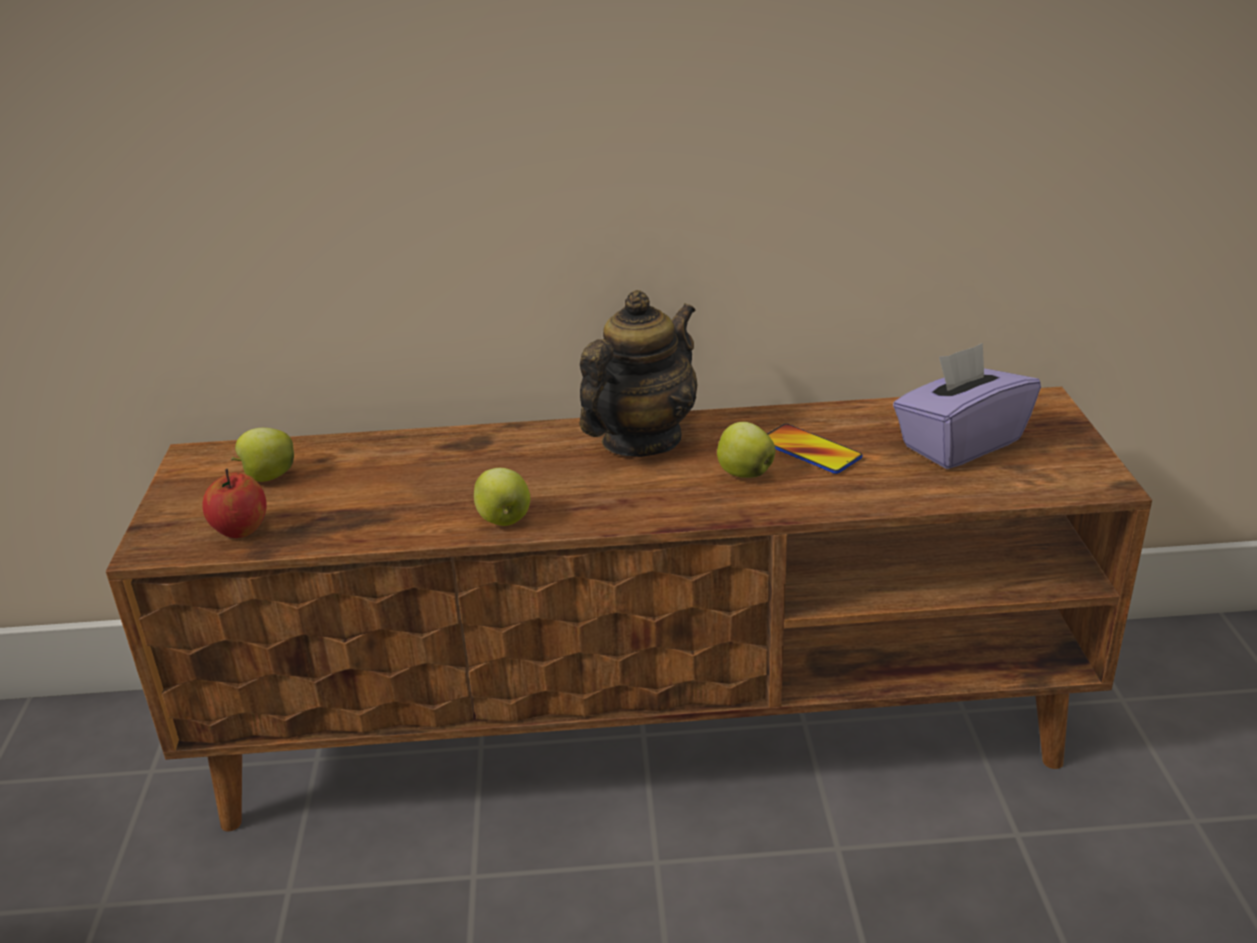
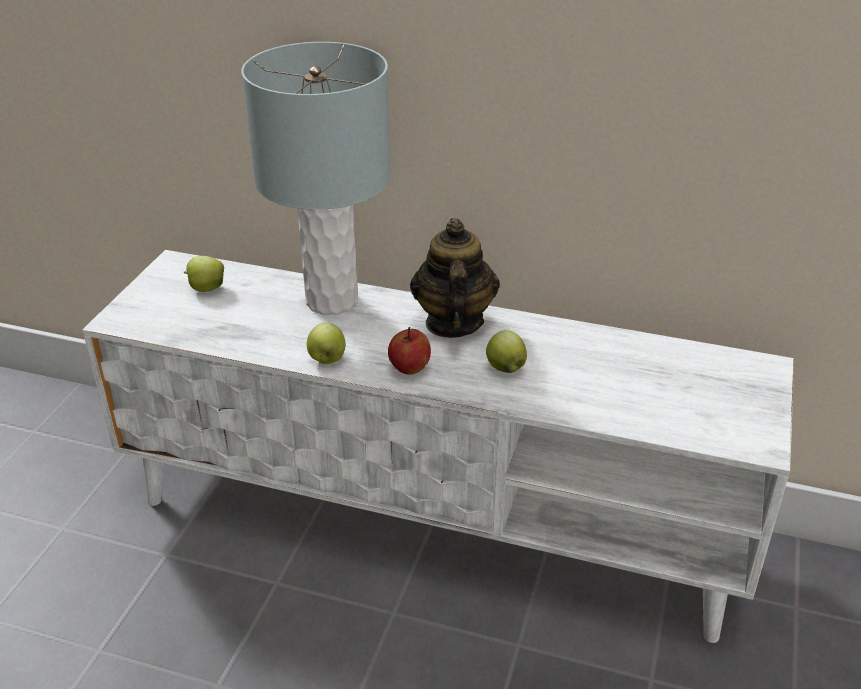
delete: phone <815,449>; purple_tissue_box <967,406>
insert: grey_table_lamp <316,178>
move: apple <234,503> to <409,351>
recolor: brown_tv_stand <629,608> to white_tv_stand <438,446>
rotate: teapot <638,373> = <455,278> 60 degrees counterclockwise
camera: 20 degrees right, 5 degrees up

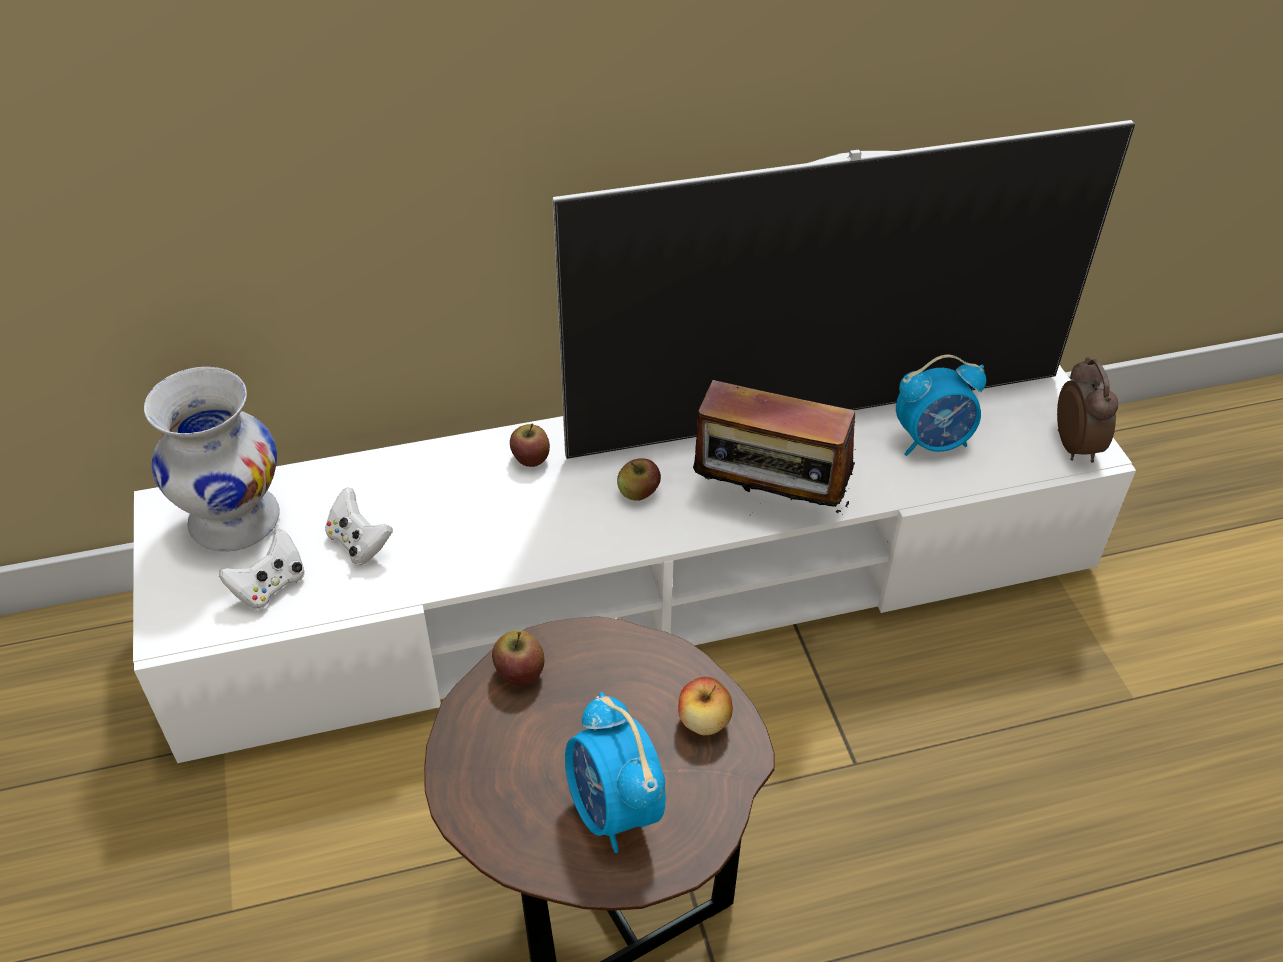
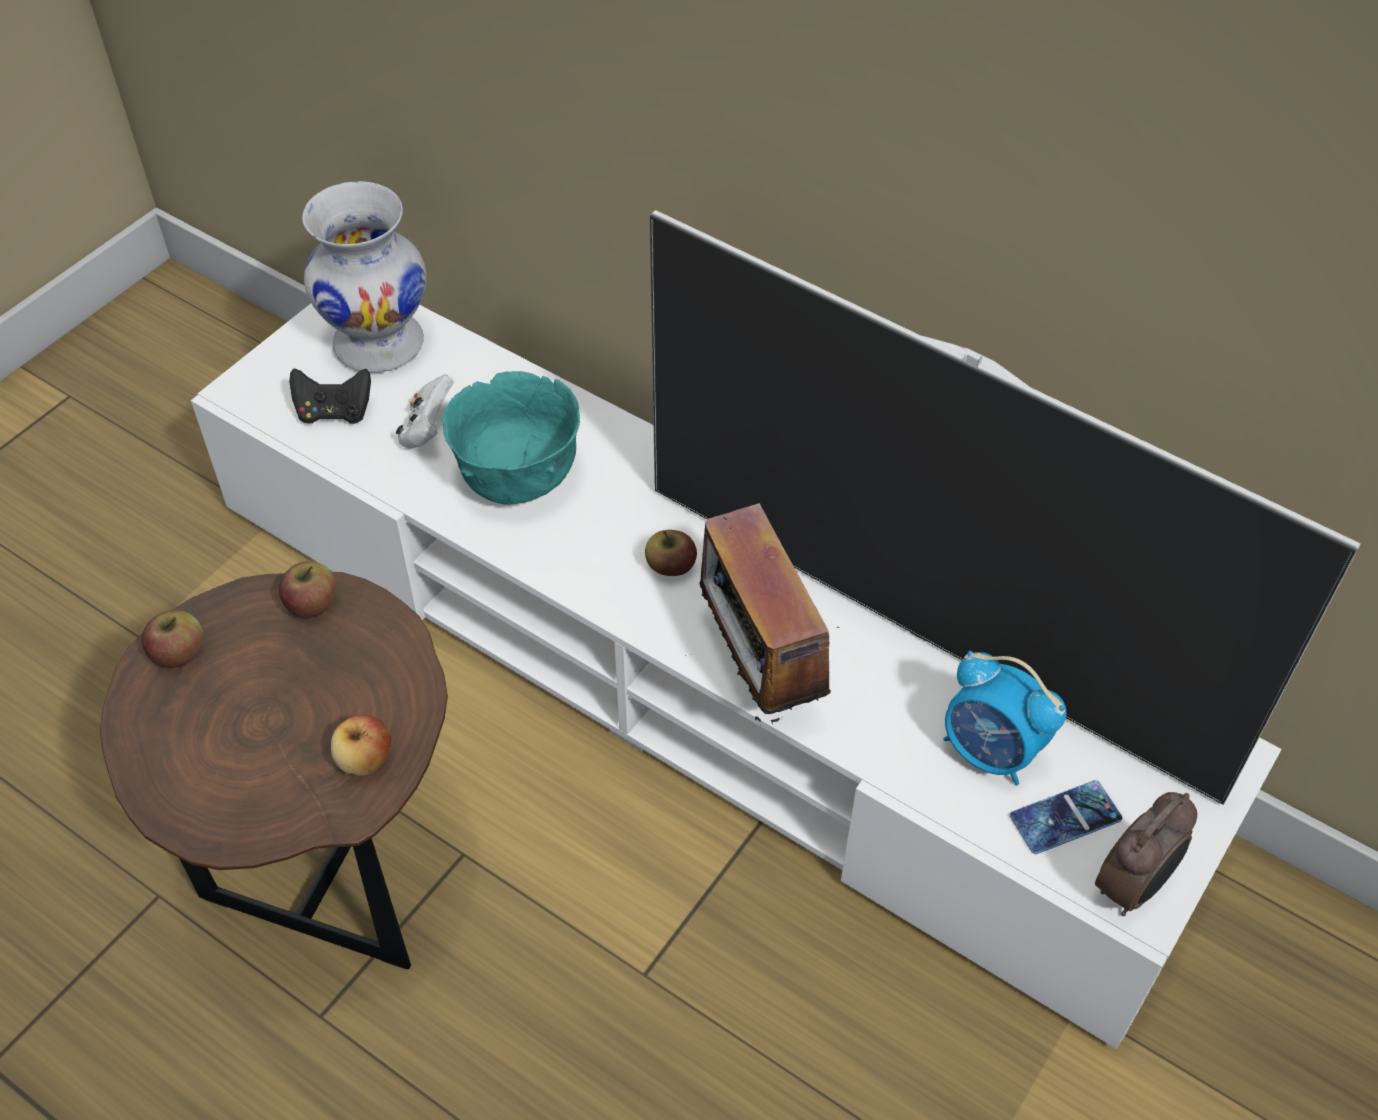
delete: alarm_clock <615,772>
insert: turquoise_bowl <511,438>; phone <1066,817>
move: apple <530,445> to <172,639>
recolor: white_game_controller <262,569> to black_game_controller <330,396>
camera: 50 degrees right, 5 degrees up

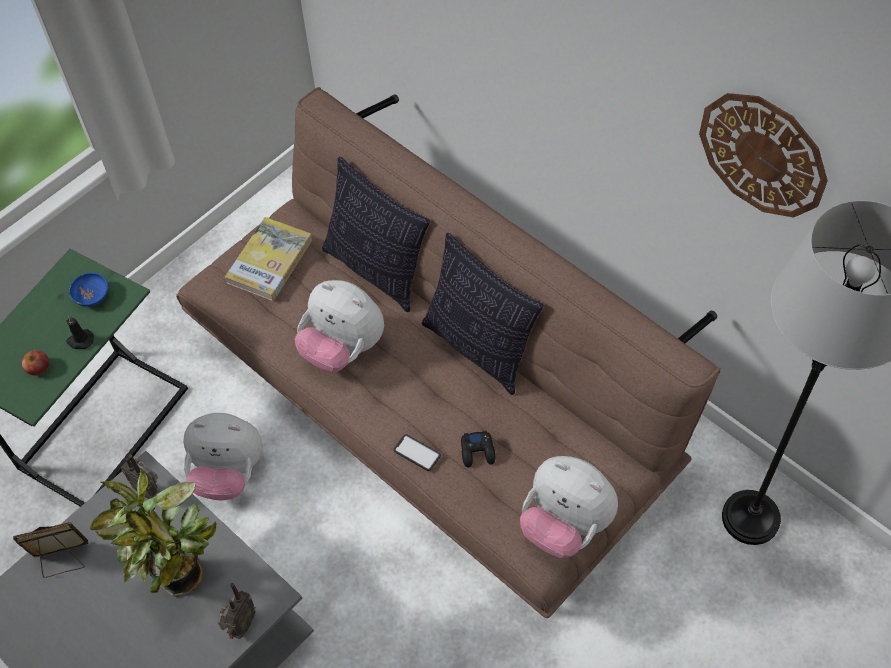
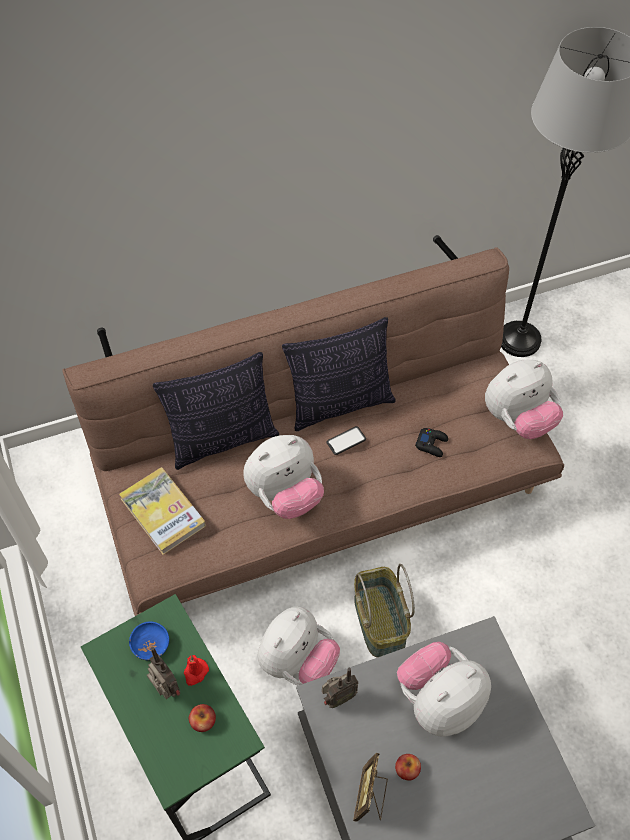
delete: wall_clock <763,155>
insert: basket <384,611>; apple <408,767>
move: radio <236,611> to <163,673>; phone <417,452> to <346,440>
replace: potted_plant <153,532> to plush_toy <444,689>
recolor: black_candle <80,332> to red_candle <196,670>
camera: 65 degrees left, 0 degrees up

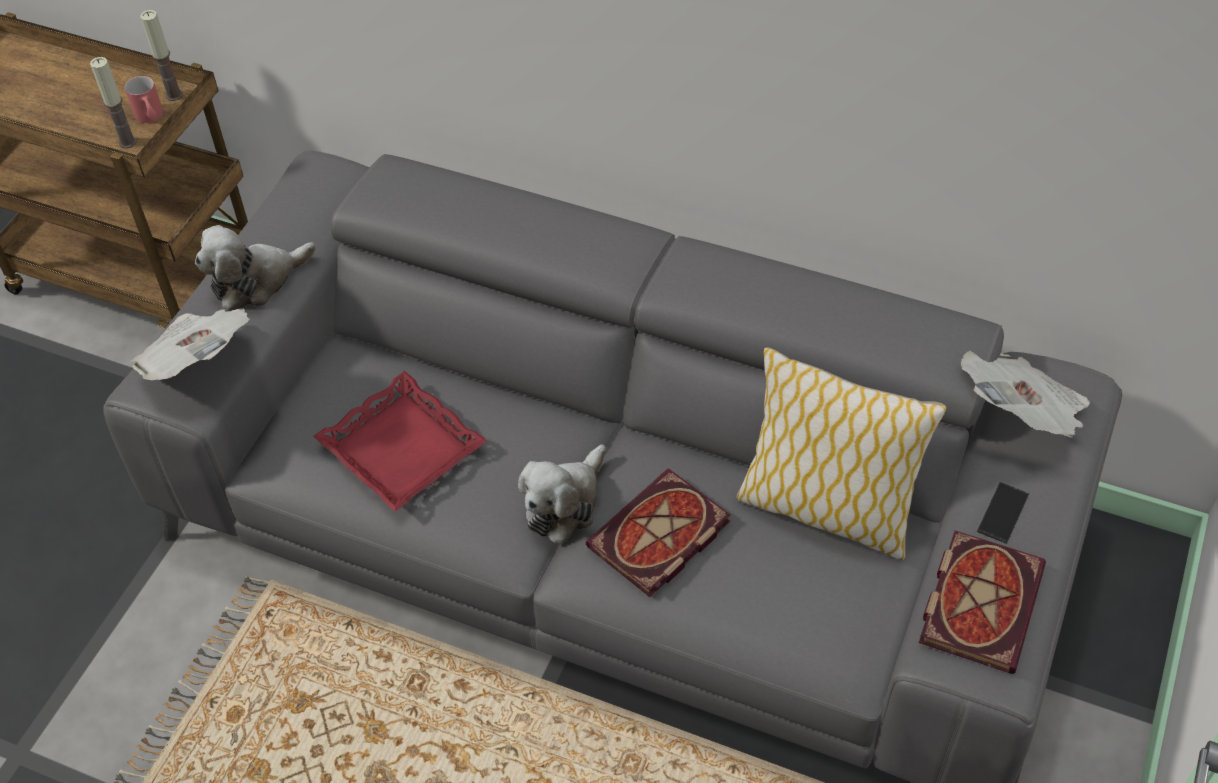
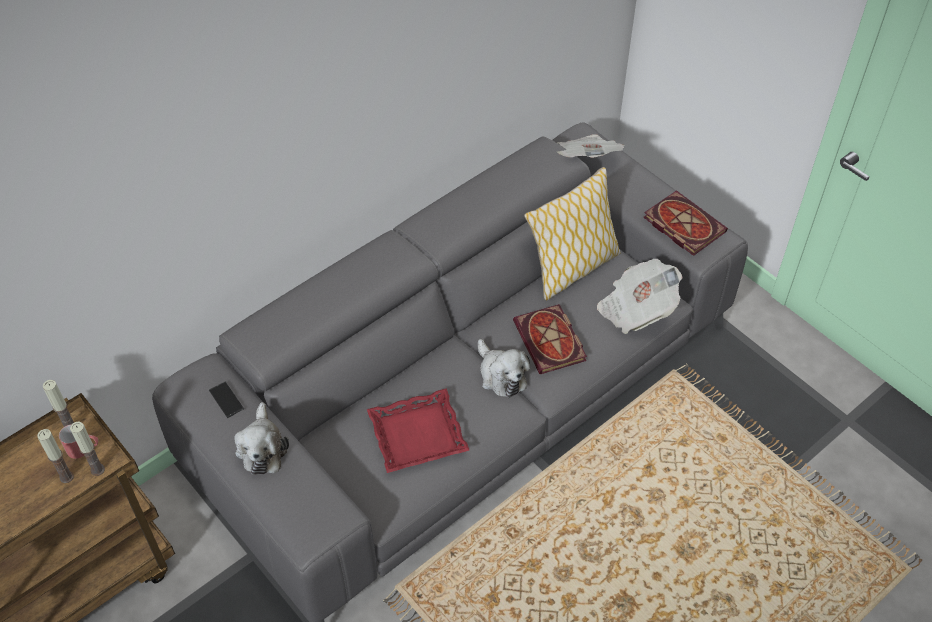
insert: candle <55,456>
move: newspaper <190,344> to <639,296>; phone <1003,513> to <226,399>
camera: 65 degrees left, 0 degrees up

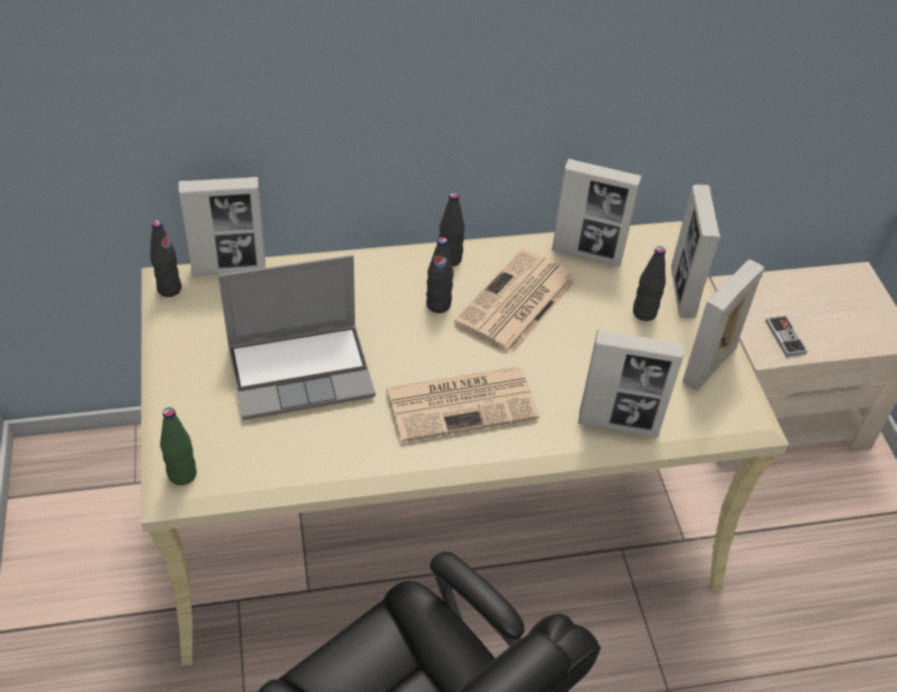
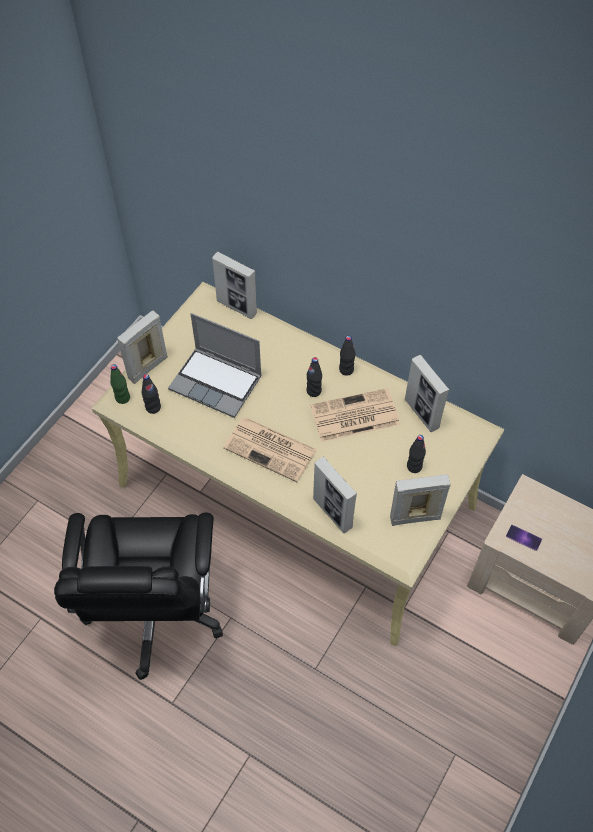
move: black_bottle <166,258> to <151,394>; picture_frame <695,251> to <142,347>
replace: game_controller <786,336> to phone <524,538>
camera: 45 degrees right, 10 degrees up

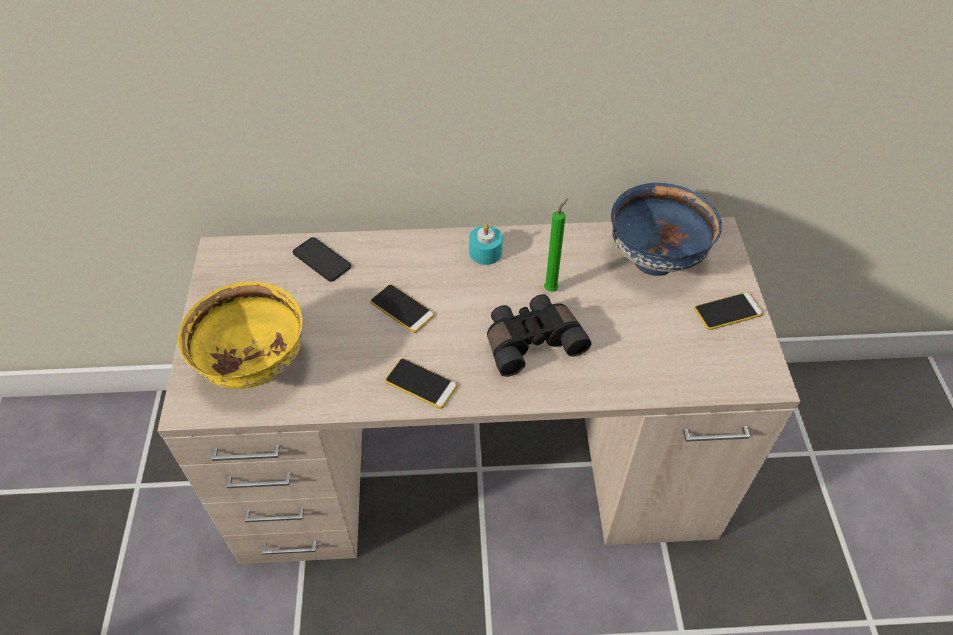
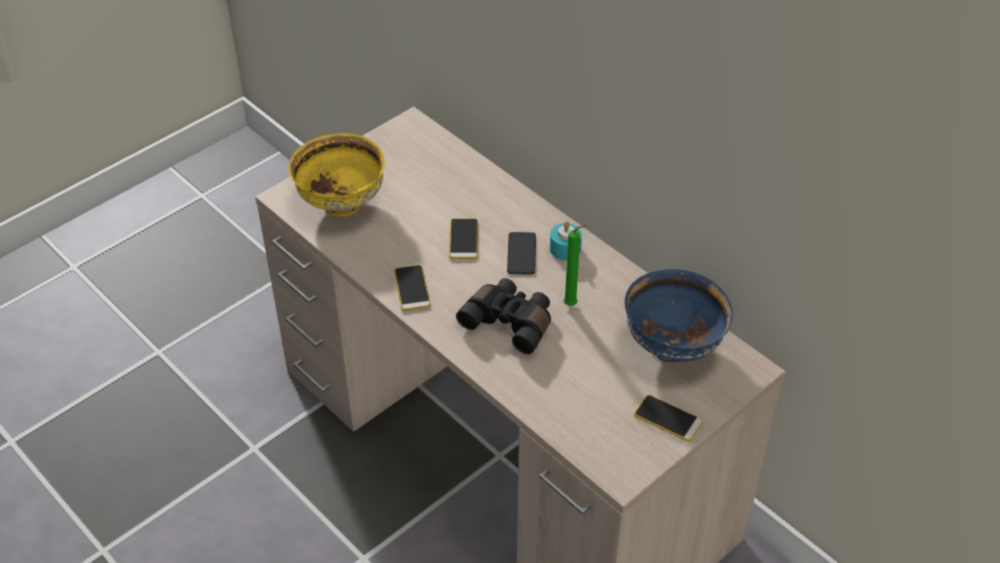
move: phone <322,259> to <521,253>
camera: 50 degrees right, 5 degrees down

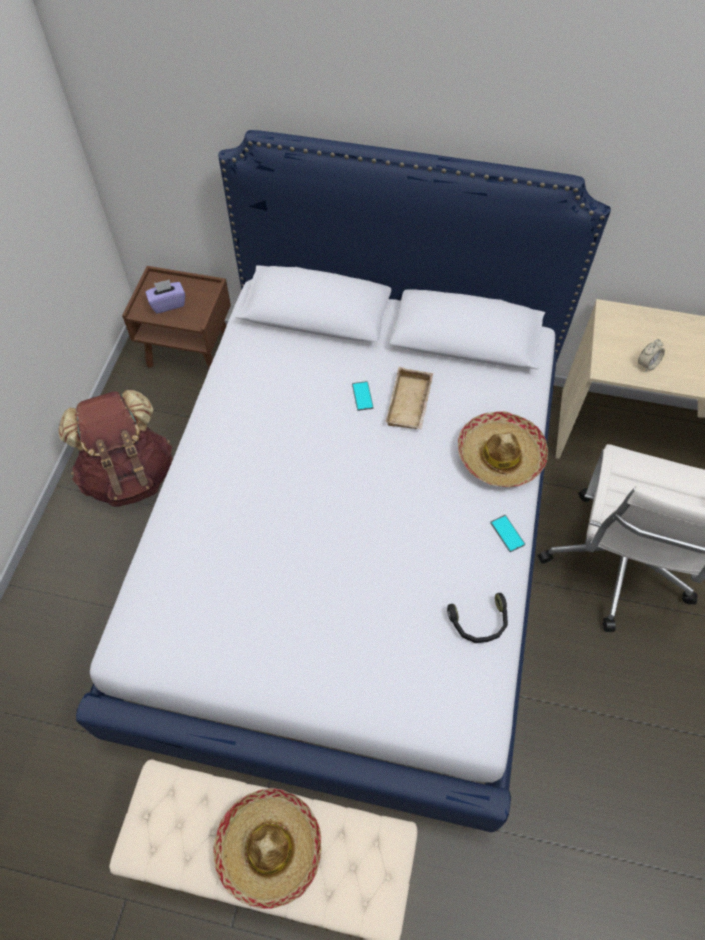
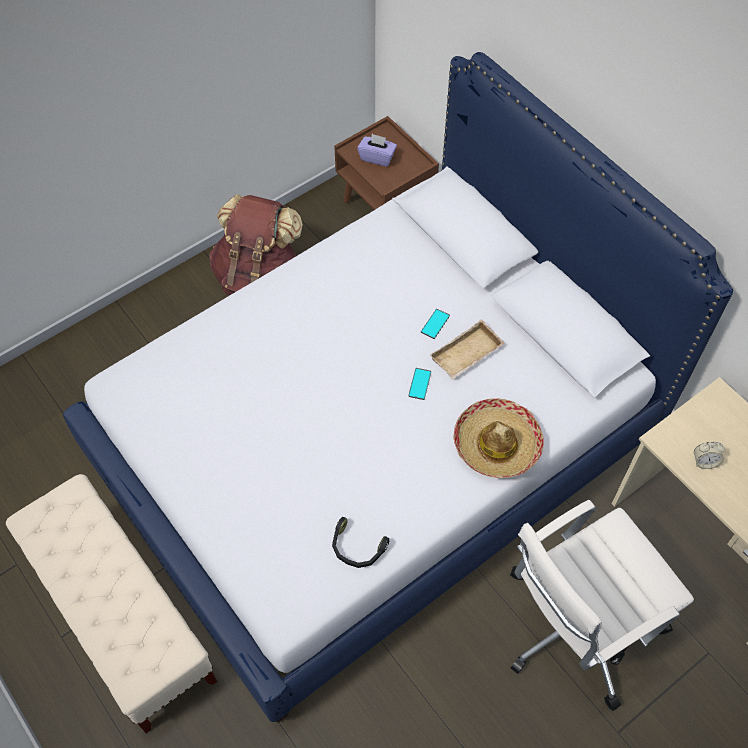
delete: hat <267,848>
move: phone <507,533> to <419,384>
camera: 40 degrees right, 0 degrees up

